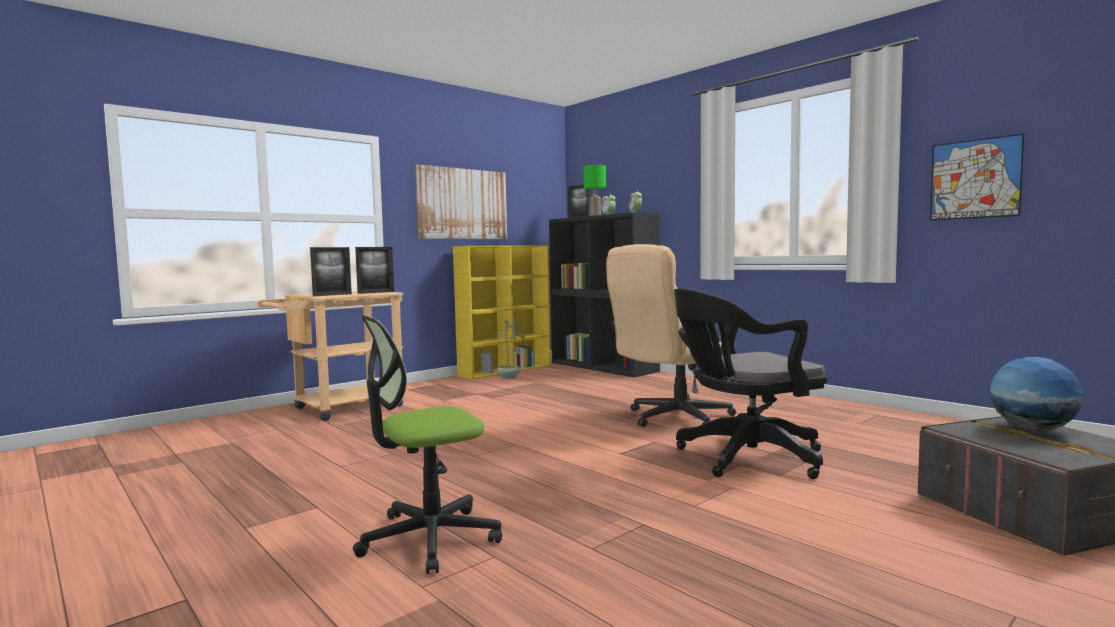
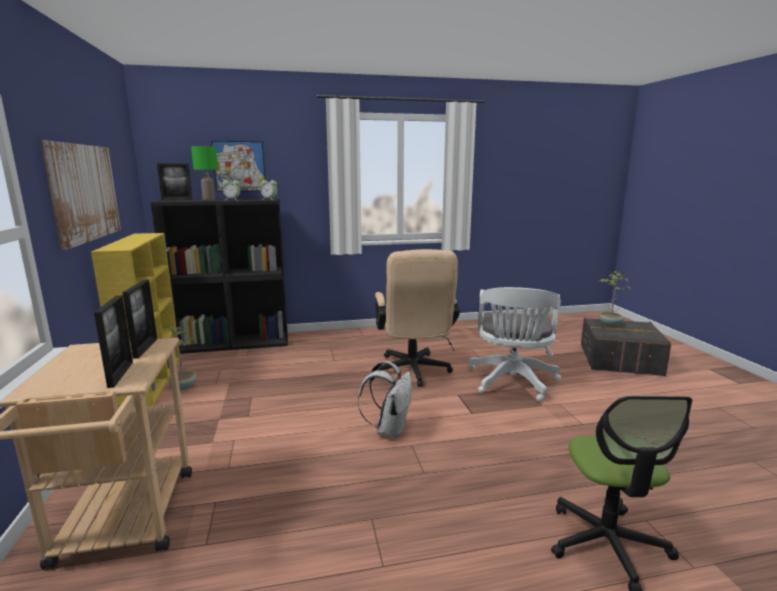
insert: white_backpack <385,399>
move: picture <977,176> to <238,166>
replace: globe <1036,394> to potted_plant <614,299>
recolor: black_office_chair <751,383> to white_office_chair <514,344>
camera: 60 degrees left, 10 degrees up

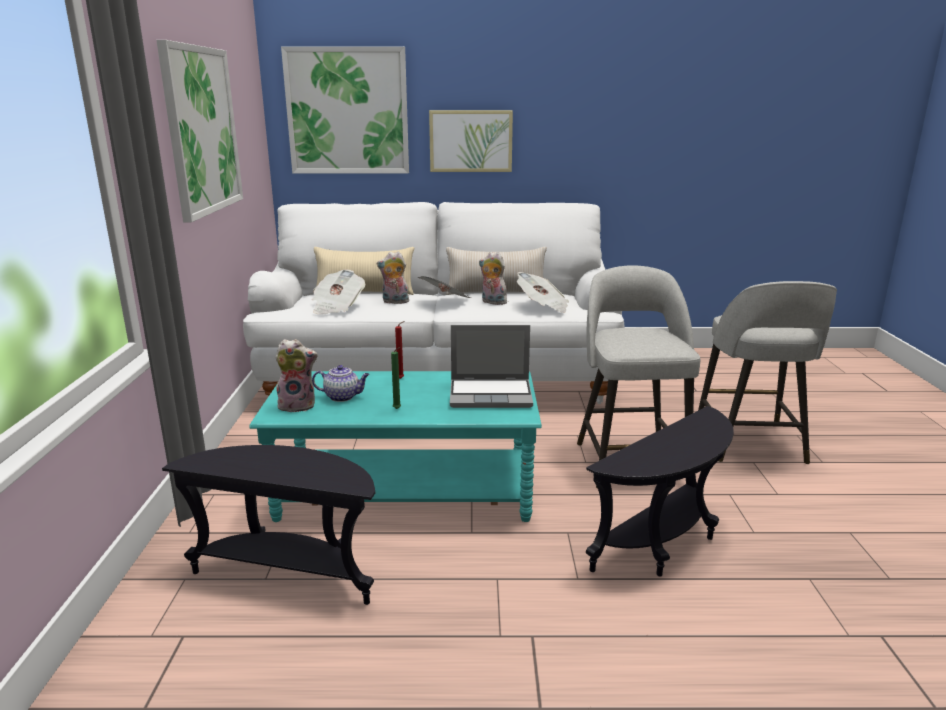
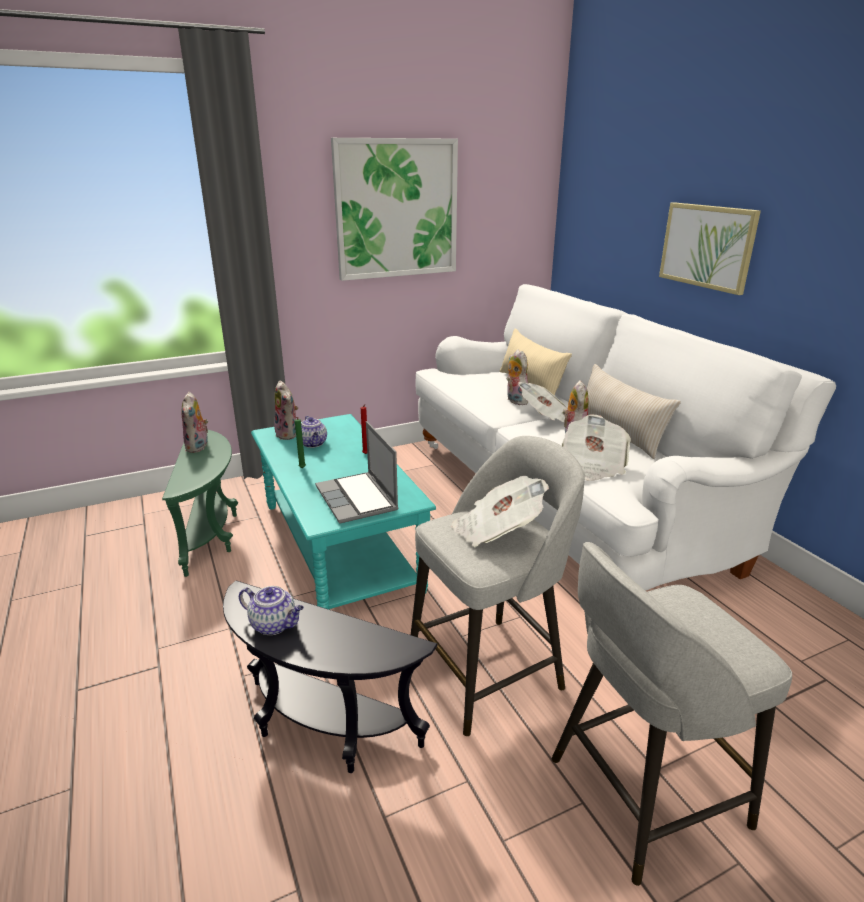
delete: picture <345,110>
insert: plush_toy <195,422>; teapot <271,610>
move: newspaper <338,291> to <500,511>
recolor: black_side_table <268,525> to green_side_table <200,503>
camera: 65 degrees right, 5 degrees up

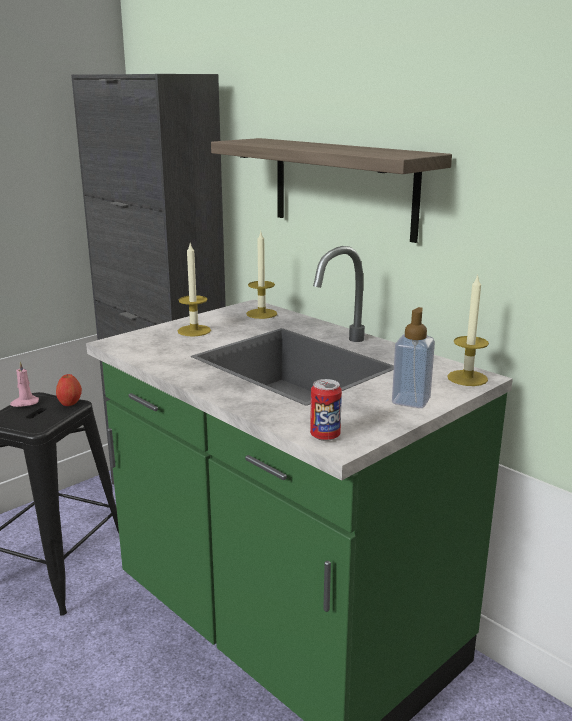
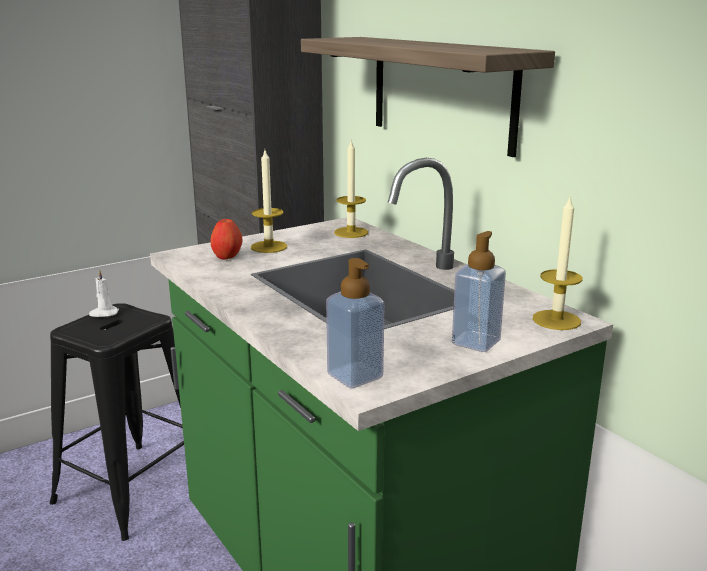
move: apple <69,390> to <226,239>
replace: can <326,410> to soap_dispenser <355,323>
recolor: pink_candle <24,384> to white_candle <104,293>
camera: 10 degrees right, 0 degrees up

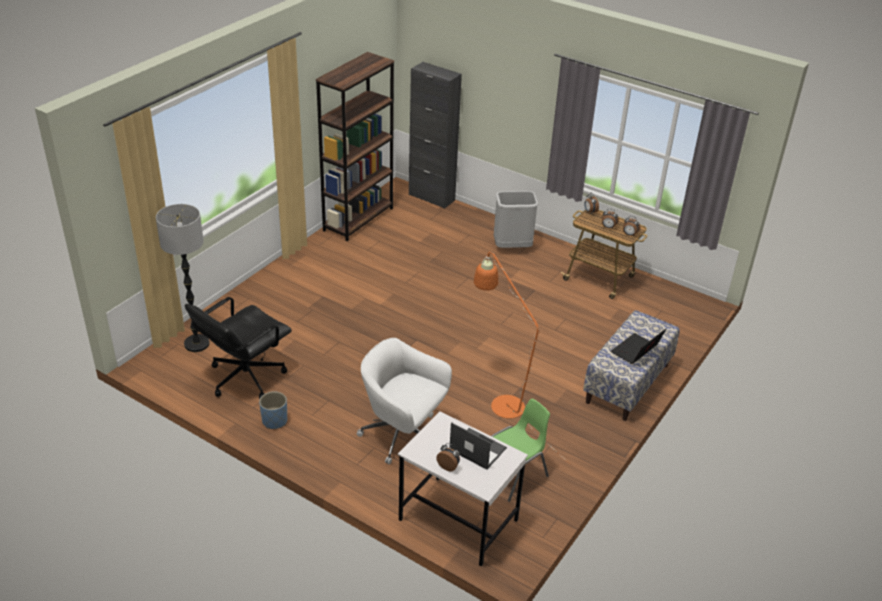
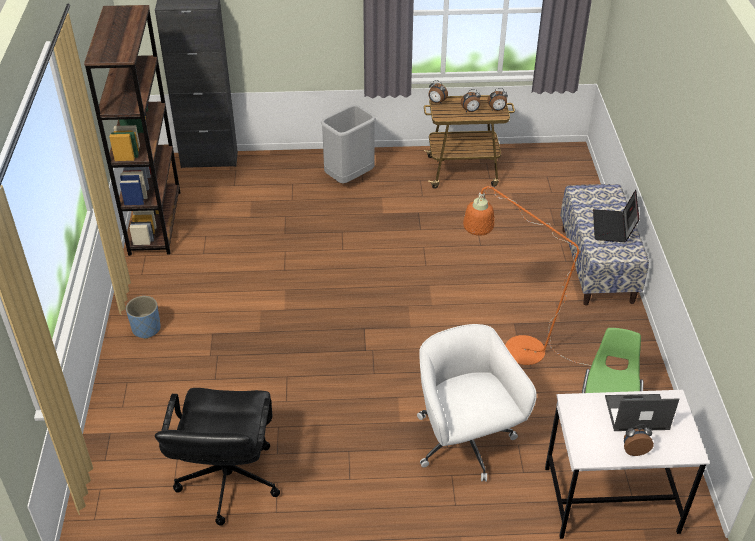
delete: floor_lamp <183,278>
move: blue_planter <273,410> to <143,317>
rotate: white_office_chair <404,401> = <477,403> 75 degrees clockwise
camera: 35 degrees left, 5 degrees up

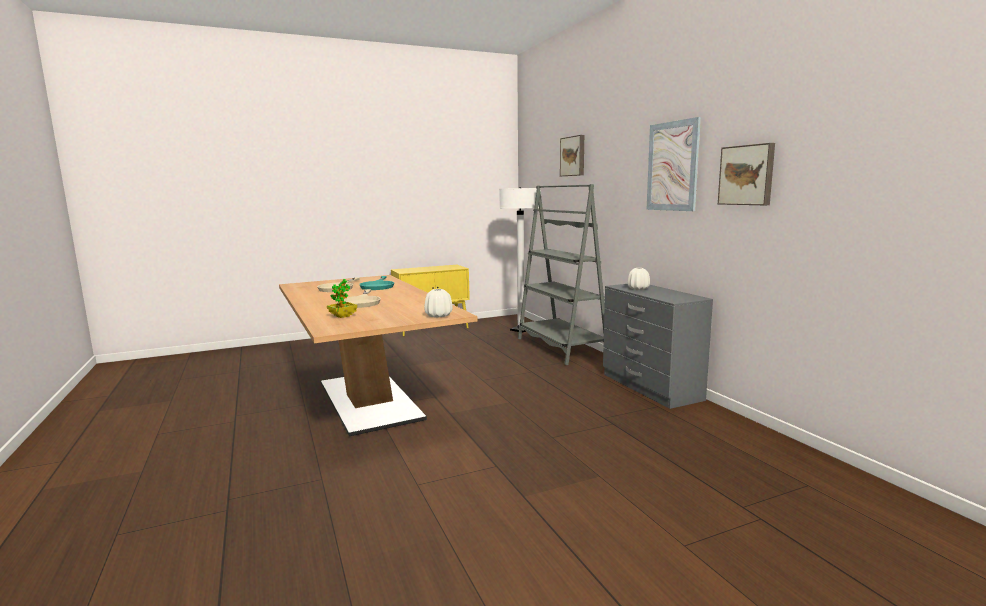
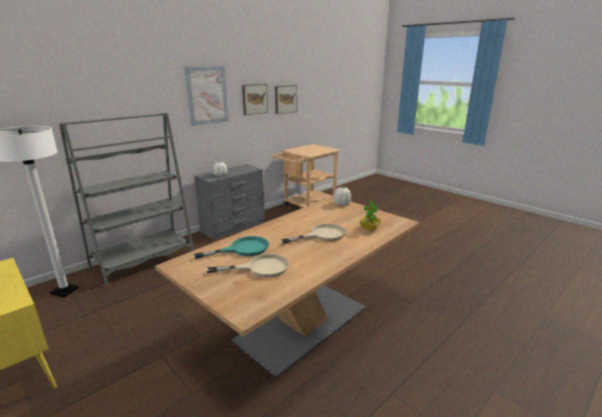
insert: beige_cart <306,176>
move: picture <572,155> to <286,99>
camera: 110 degrees left, 10 degrees up

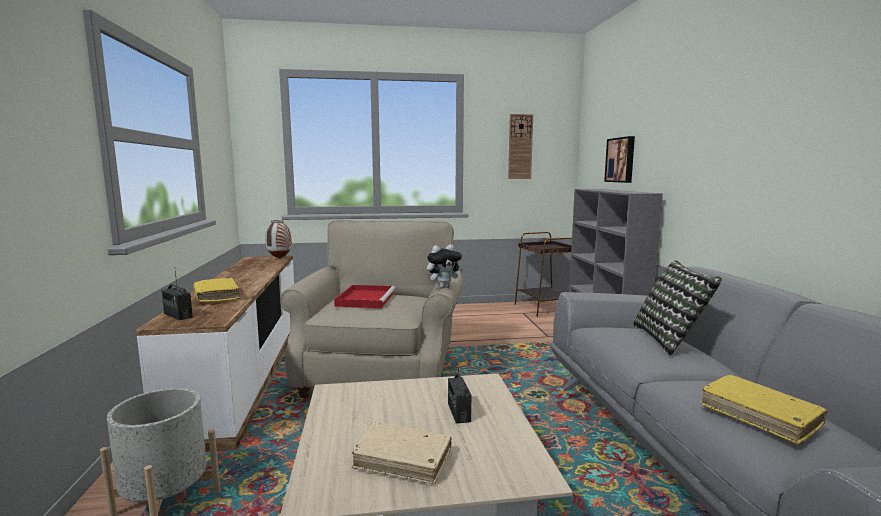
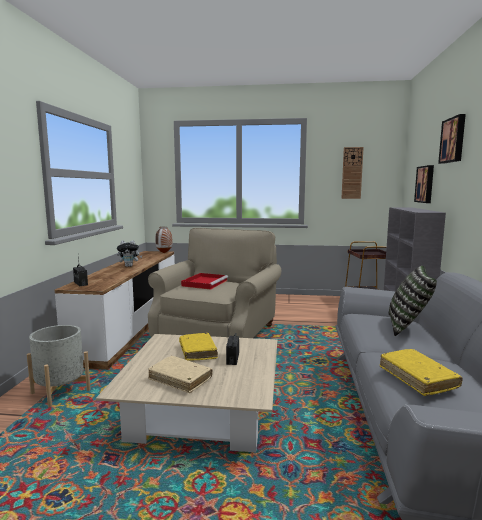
insert: picture <452,139>
move: yellow_book <217,290> to <198,347>; plush_toy <445,266> to <129,253>
camera: 15 degrees right, 0 degrees up

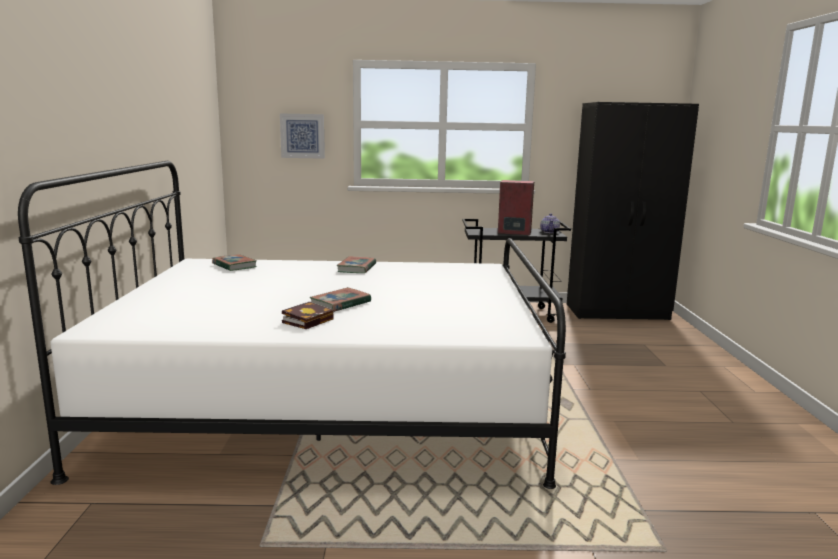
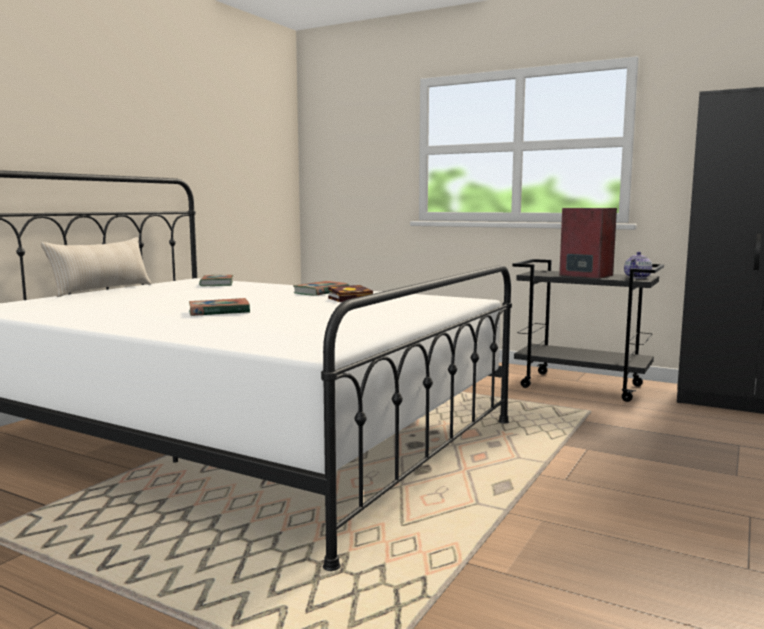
delete: picture <302,136>
insert: beige_pillow <96,267>
move: book <307,315> to <350,293>
camera: 30 degrees right, 5 degrees down

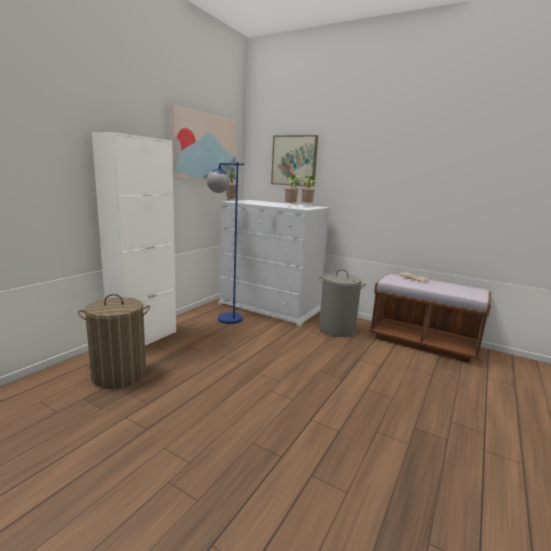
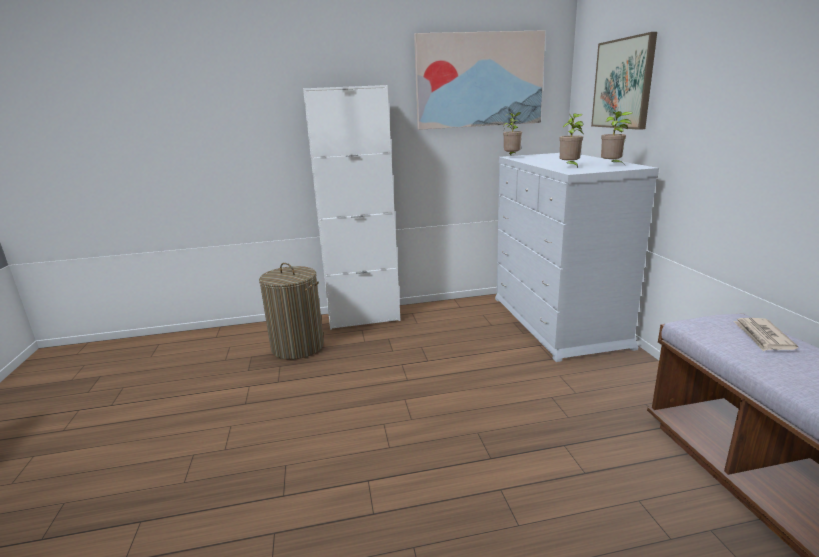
delete: blue_floor_lamp <226,243>; grey_laundry_basket <342,303>
camera: 50 degrees right, 5 degrees up

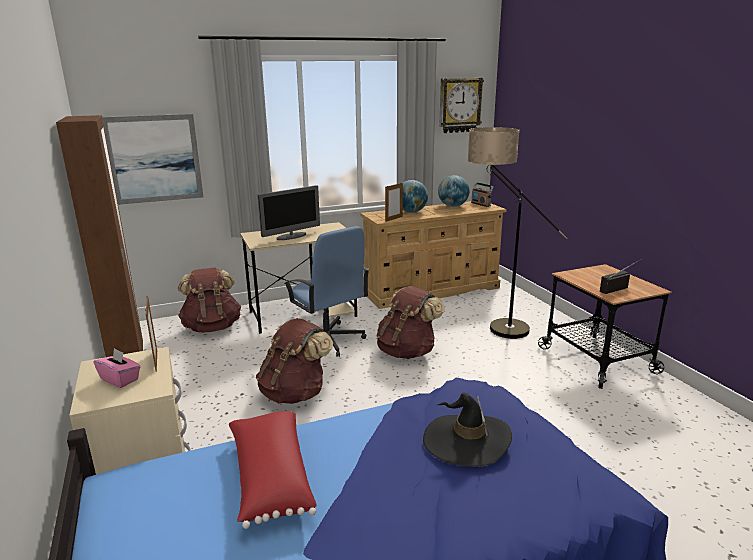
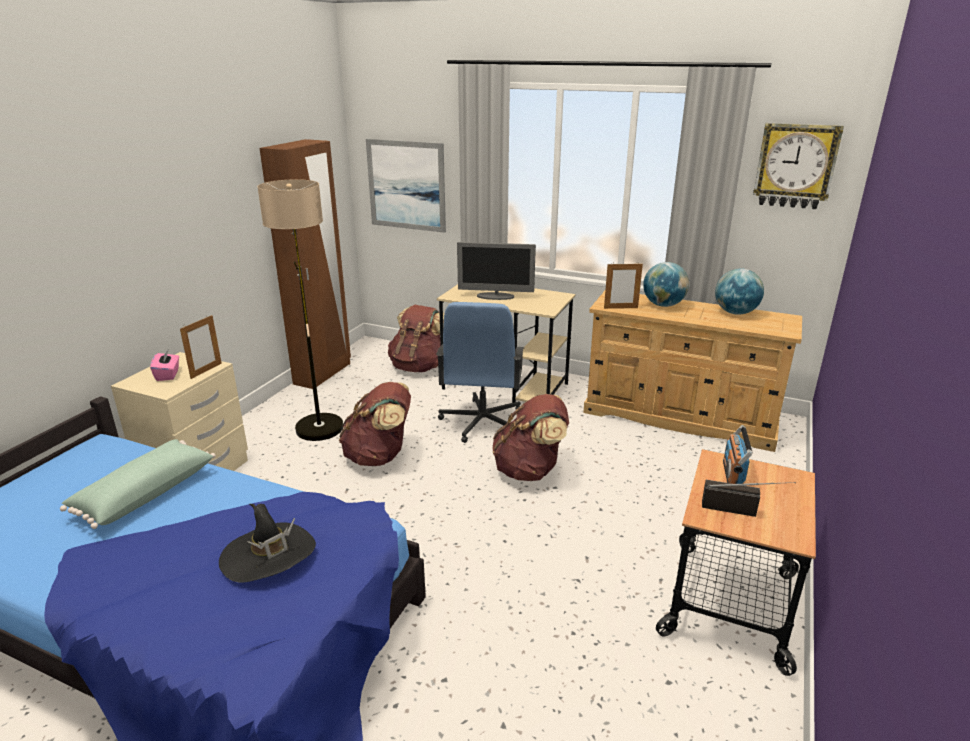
move: floor_lamp <517,233> to <300,310>; radio <482,194> to <738,454>
recolor: red_pillow <273,470> to green_pillow <138,484>
camera: 45 degrees right, 5 degrees up

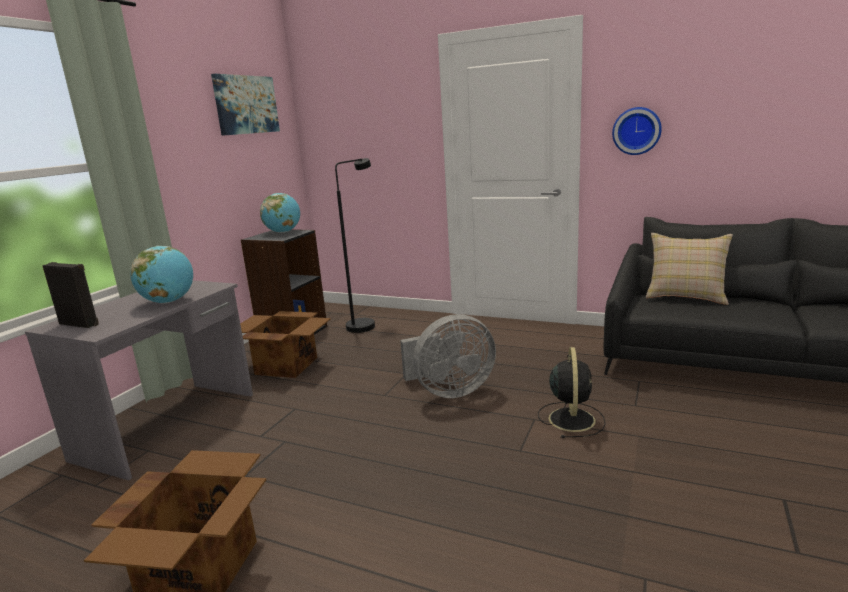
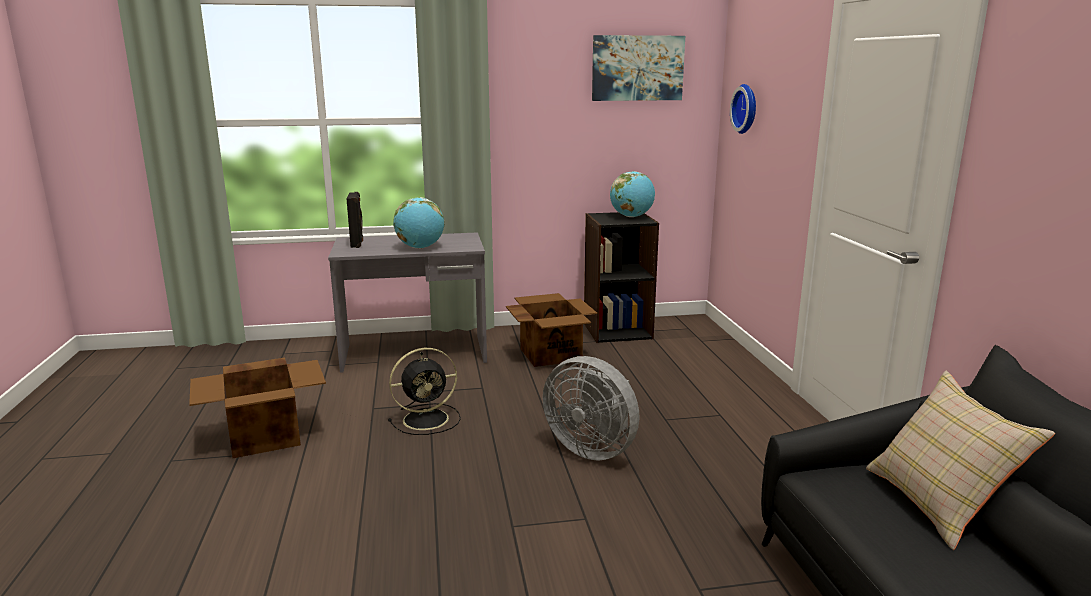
delete: black_floor_lamp <355,245>
move: black_fan <572,392> to <424,391>; wall_clock <637,131> to <743,109>
camera: 55 degrees right, 0 degrees up

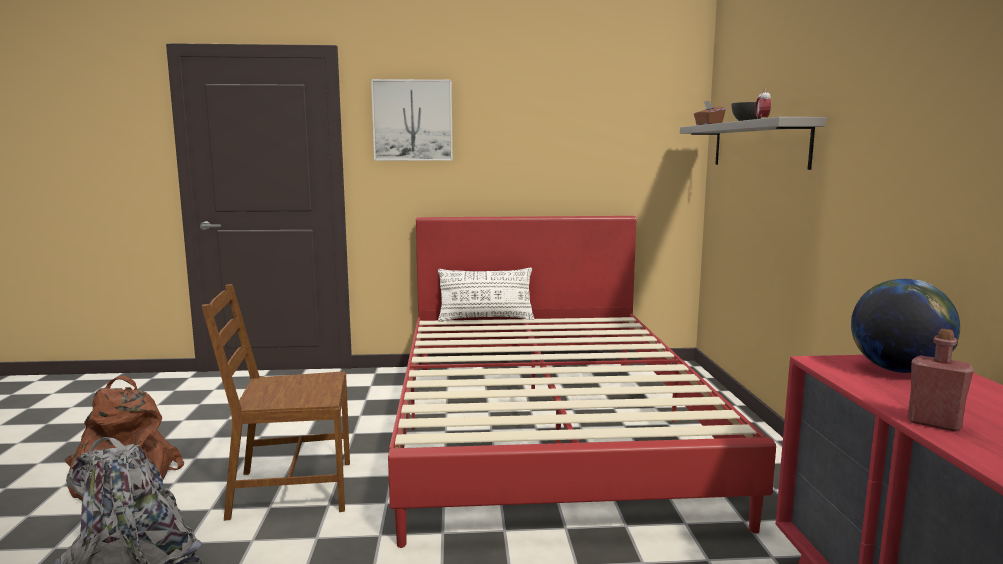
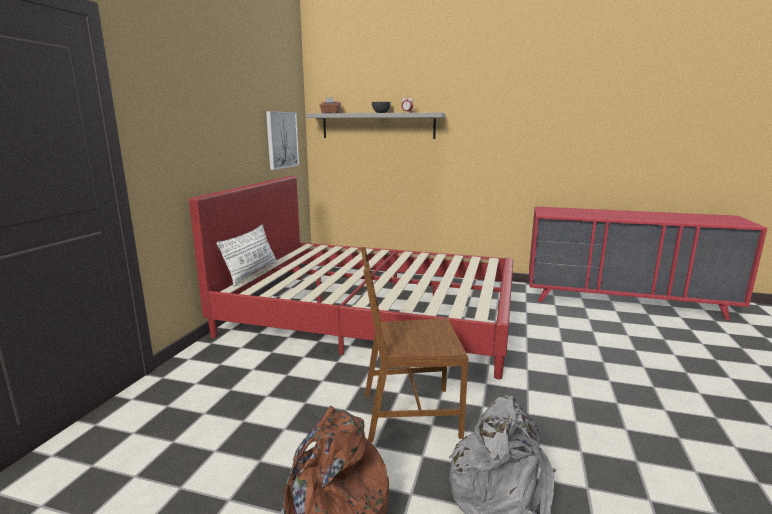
delete: globe <905,326>; red_bottle <940,380>
move: picture <412,120> to <282,140>
rotate: brown_chair <276,402> = <415,344> 75 degrees clockwise
camera: 70 degrees left, 5 degrees up

